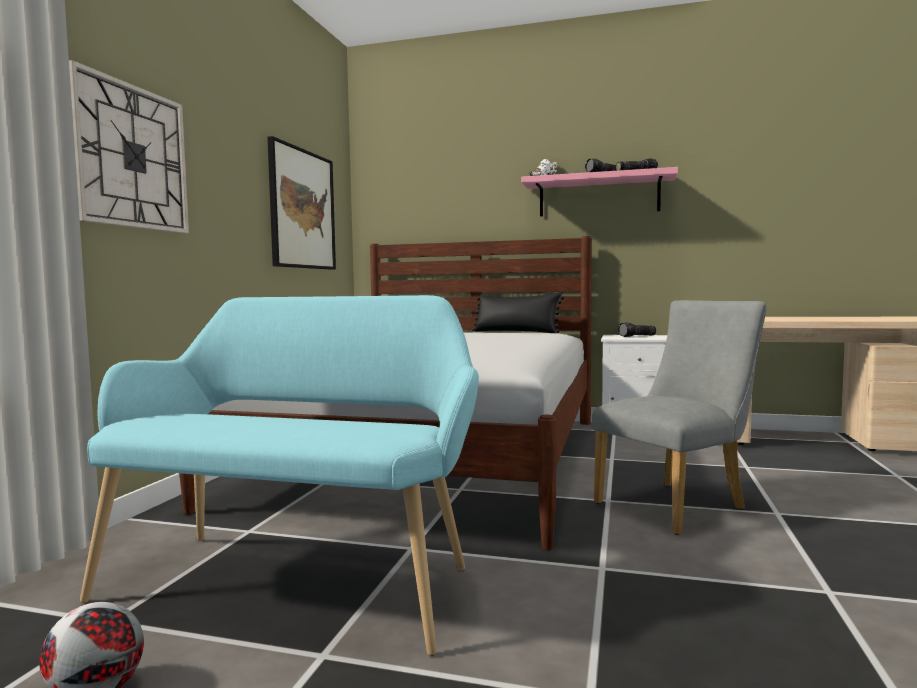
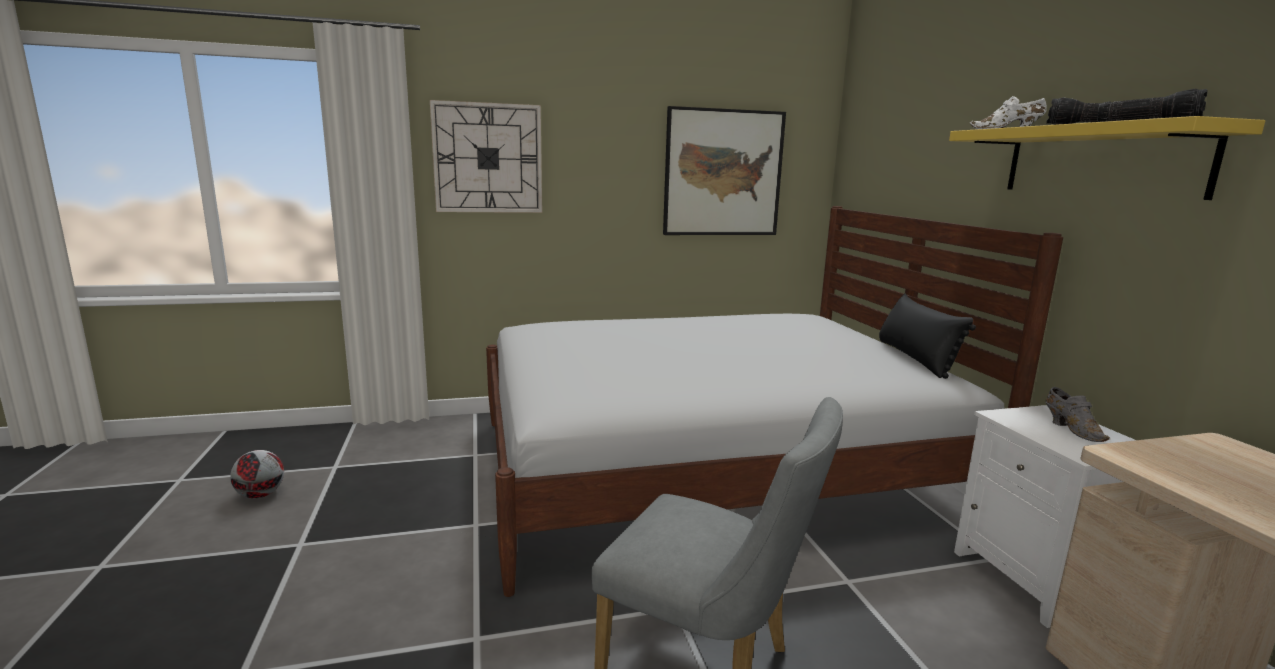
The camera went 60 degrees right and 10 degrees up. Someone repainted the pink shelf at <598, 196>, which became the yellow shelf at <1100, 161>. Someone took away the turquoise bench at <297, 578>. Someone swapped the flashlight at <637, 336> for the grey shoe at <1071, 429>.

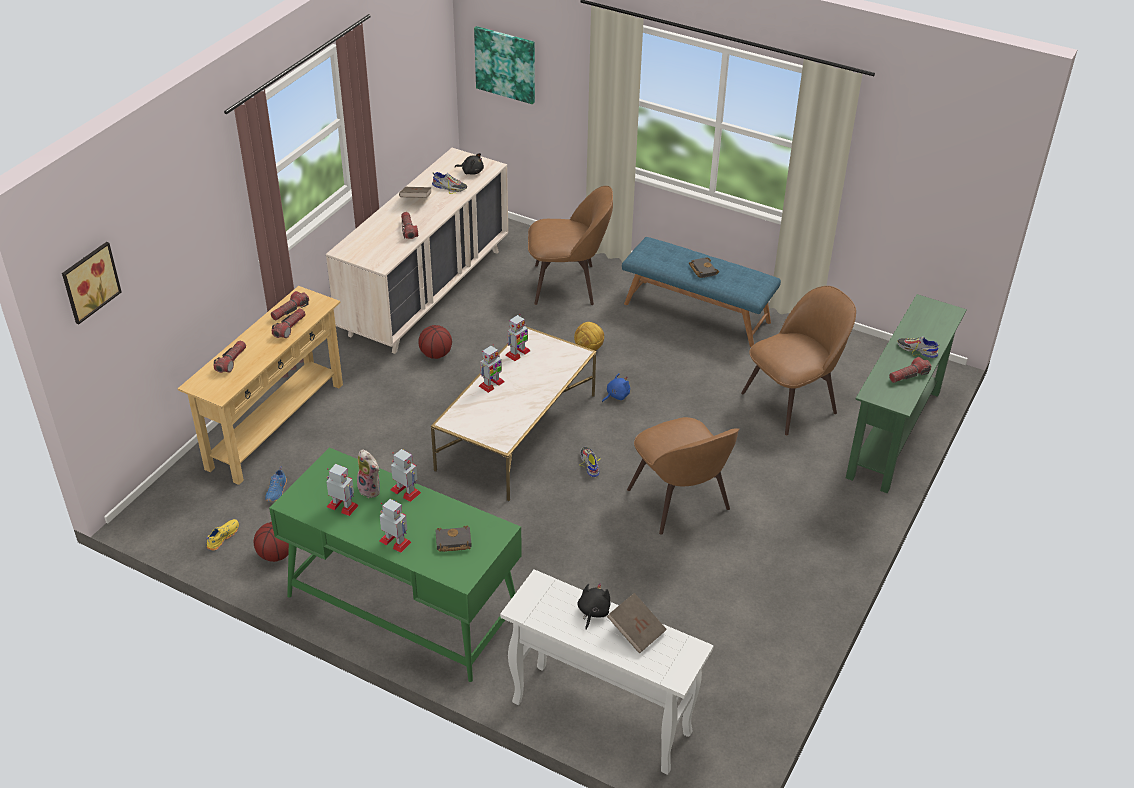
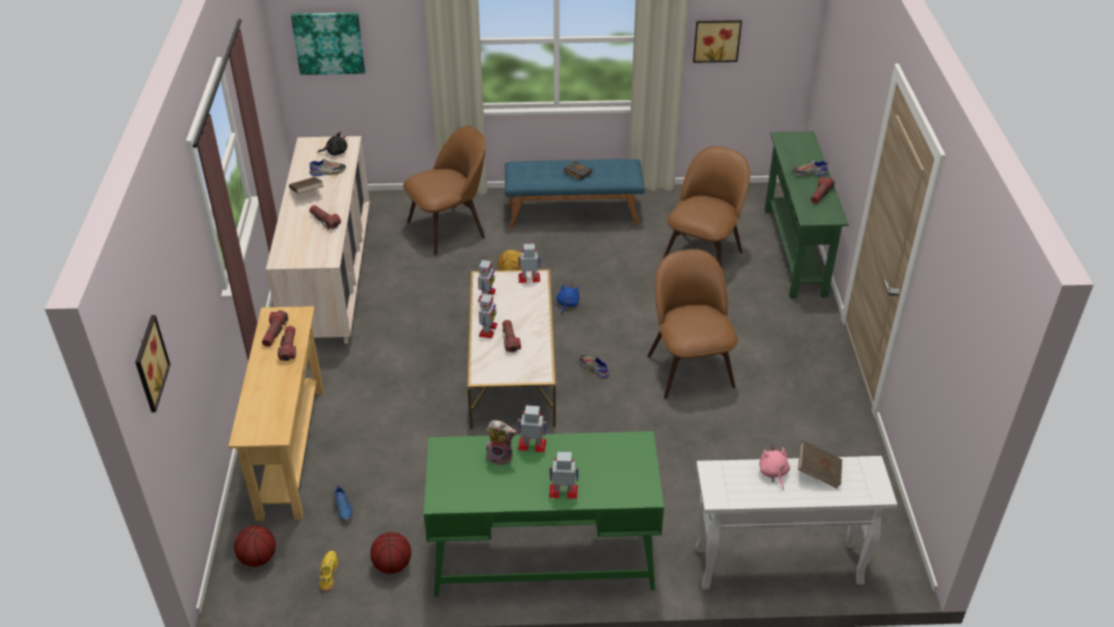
The camera went 30 degrees left and 0 degrees up. Someone carried the basketball from <436, 355> to <258, 558>. Someone carried the flashlight from <231, 361> to <510, 340>. Someone rotated the brown chair at <680, 502> by 135 degrees counterclockwise. Someone carried the toy robot from <343, 506> to <529, 278>. Someone took away the black book at <452, 542>. Someone repainted the black plush toy at <593, 612>, which became the pink plush toy at <773, 473>. Someone put up the picture at <716, 40>.

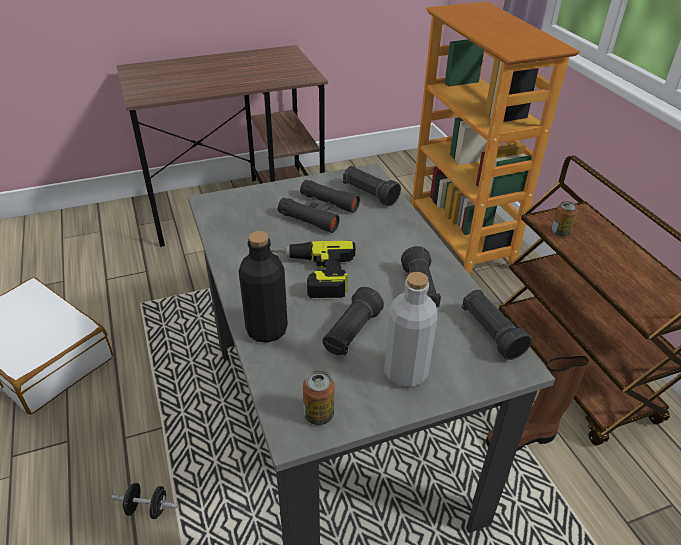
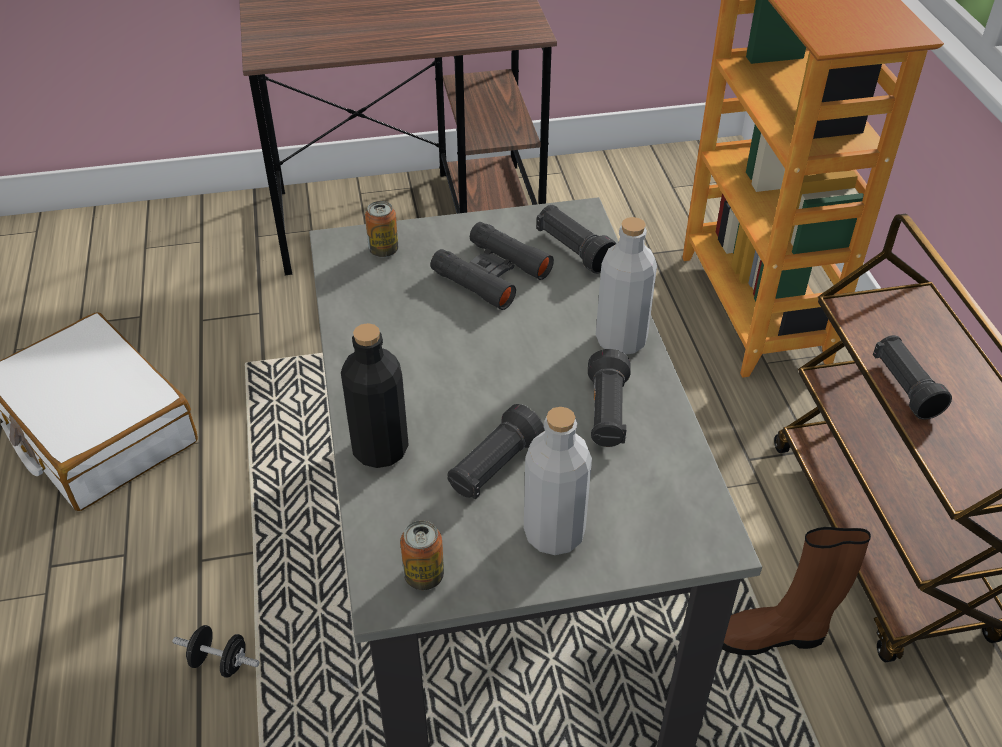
The camera went 10 degrees right and 5 degrees up. Someone carried the can from <559, 232> to <383, 250>. Someone took away the power drill at <304, 274>. Someone carried the black flashlight from <491, 333> to <904, 387>. Someone put down the grey bottle at <621, 340>.

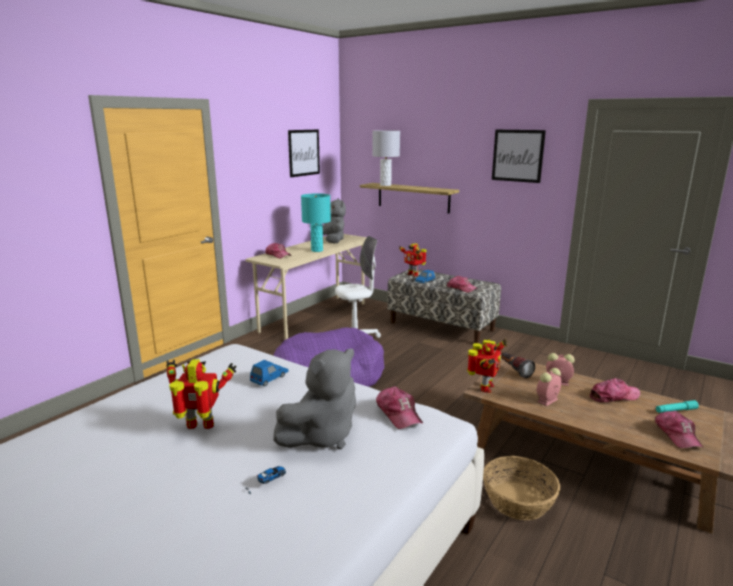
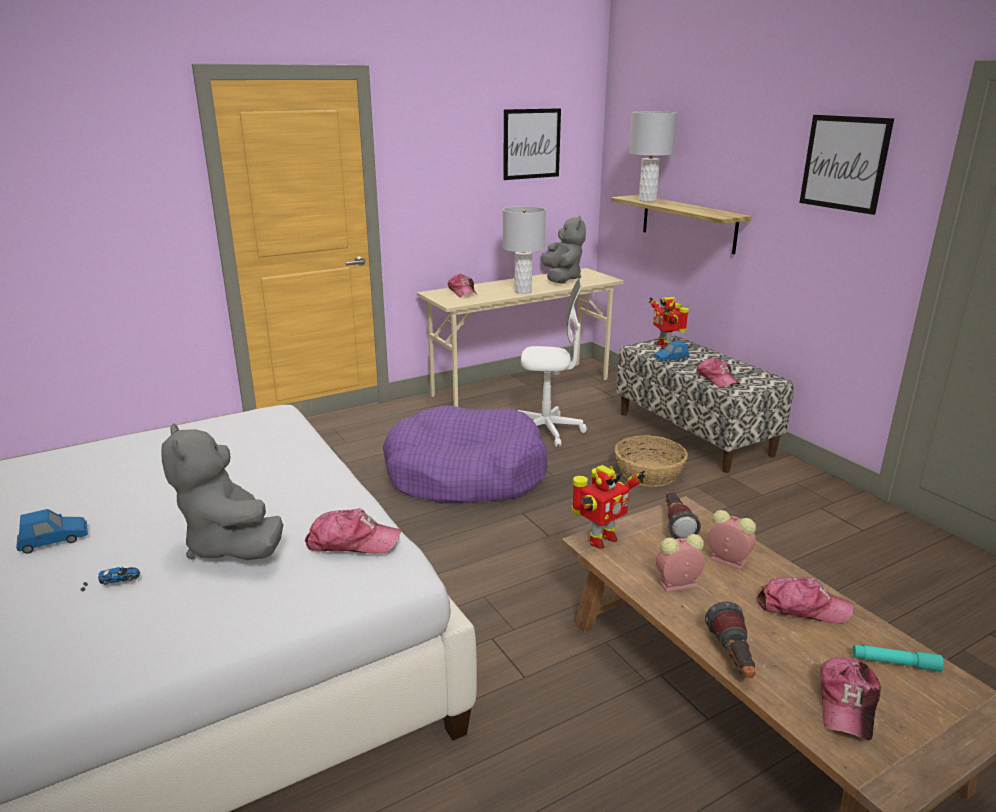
The camera went 25 degrees right and 5 degrees up. Someone repainted the turquoise table lamp at <317, 250>, which became the grey table lamp at <522, 291>. Someone rotated the grey plush toy at <321, 436> by 75 degrees clockwise. Someone took away the toy robot at <201, 427>. Someone carried the blue toy car from <269, 378> to <54, 540>. Someone rotated the cap at <398, 413> by 90 degrees counterclockwise. Someone carried the basket from <518, 500> to <649, 473>. Someone put down the flashlight at <732, 659>.

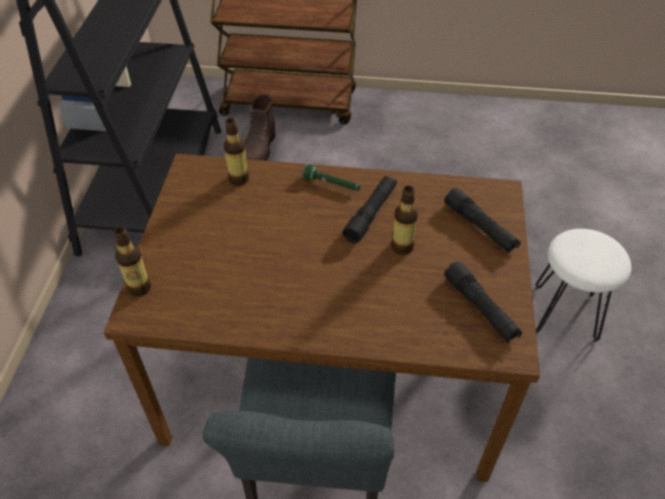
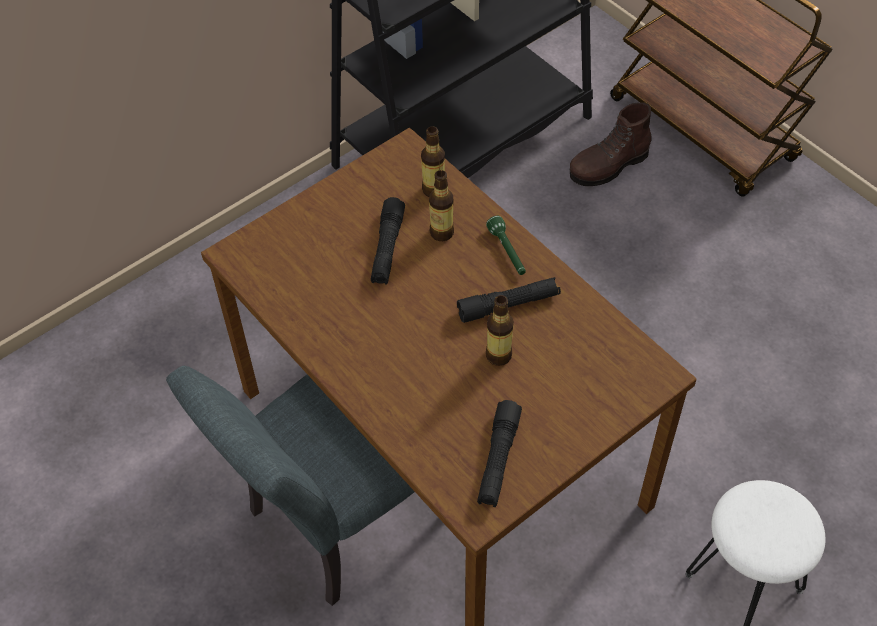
The camera went 45 degrees right and 5 degrees up. Someone carried the black flashlight from <480, 227> to <387, 248>. Someone carried the bottle from <139, 287> to <442, 233>.

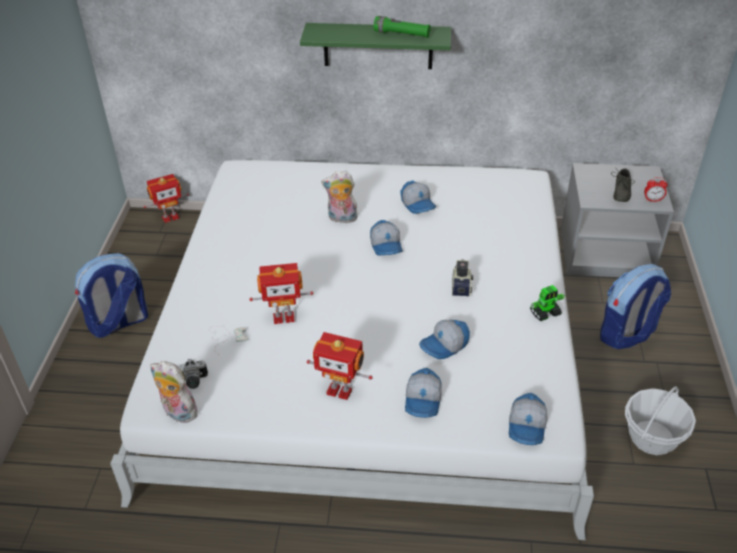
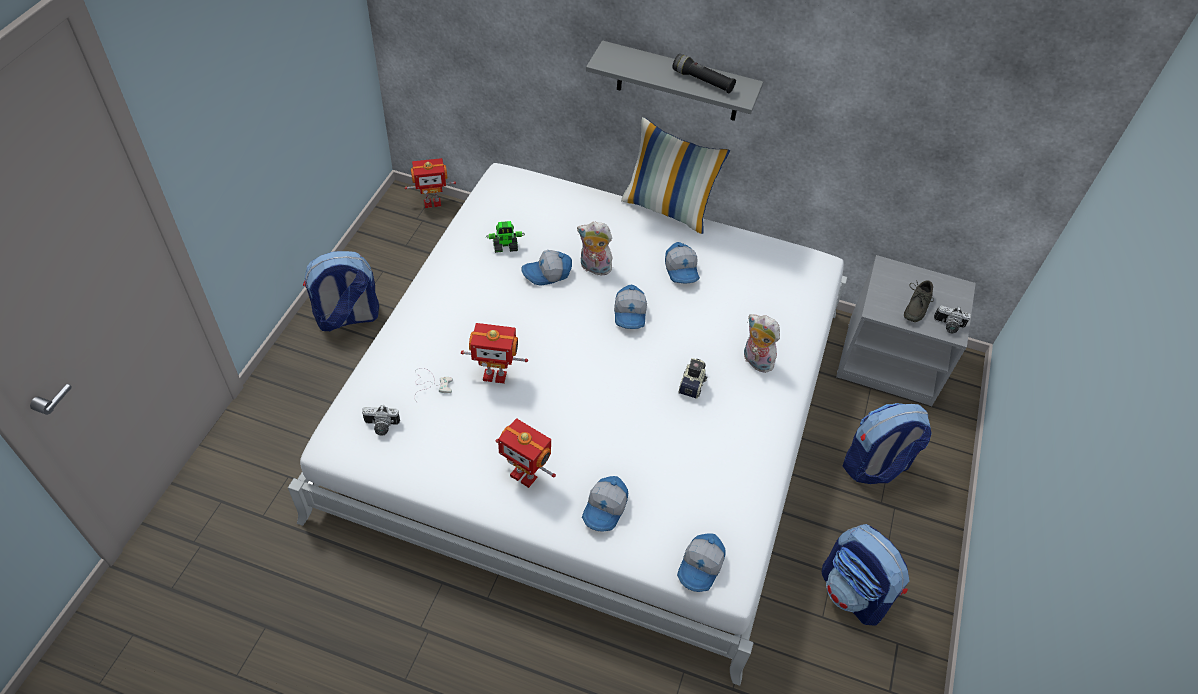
The camera went 10 degrees right and 10 degrees up. Someone repainted the green flashlight at <401, 34>, which became the black flashlight at <702, 81>. Someone repainted the green shelf at <378, 46>, which became the grey shelf at <678, 82>. Someone swapped the alarm clock at <652, 200> for the photo camera at <948, 326>. Someone carried the toy robot from <545, 313> to <505, 246>. Someone carried the cap from <445, 345> to <547, 274>. Someone carried the plush toy from <177, 413> to <755, 361>. Someone swapped the basket at <652, 437> for the backpack at <854, 593>. Someone put down the pillow at <668, 208>.

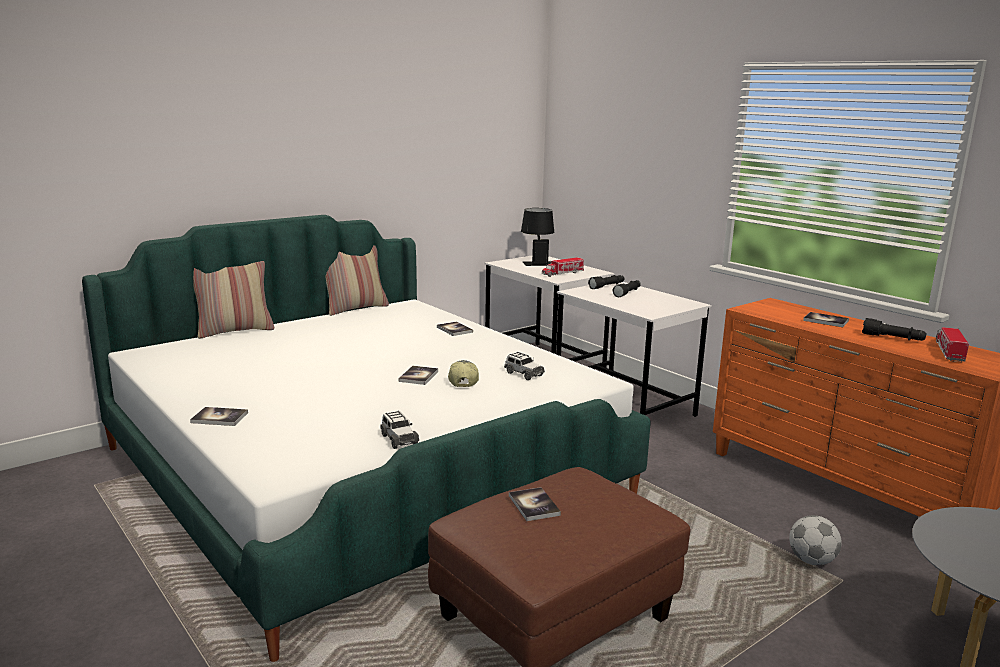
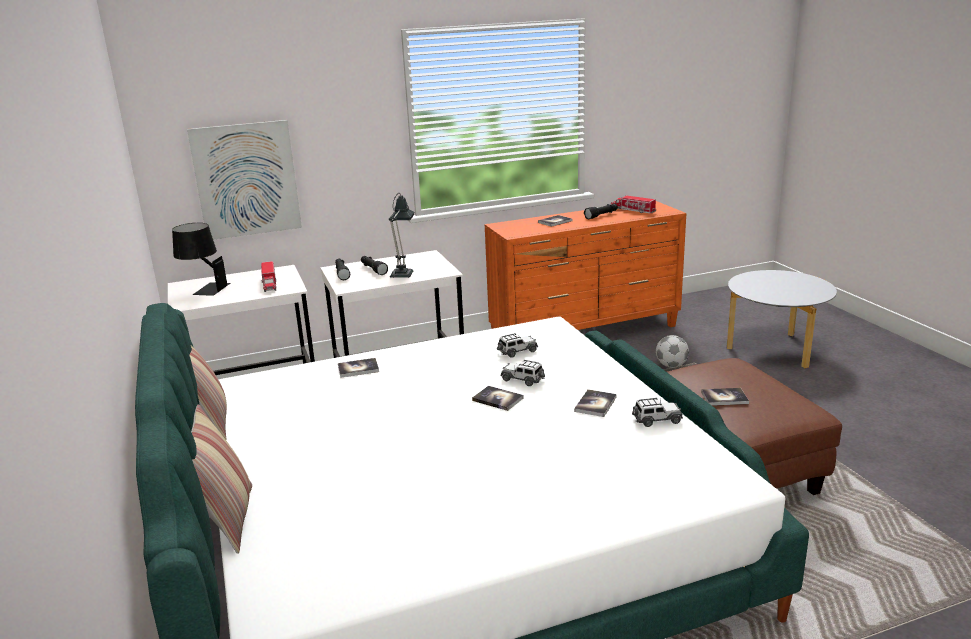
The camera went 70 degrees left and 5 degrees up. Someone swapped the cap at <462, 381> for the toy car at <523, 379>. Someone carried the book from <219, 418> to <595, 404>. Someone put up the picture at <246, 180>. Someone put down the table lamp at <403, 273>.

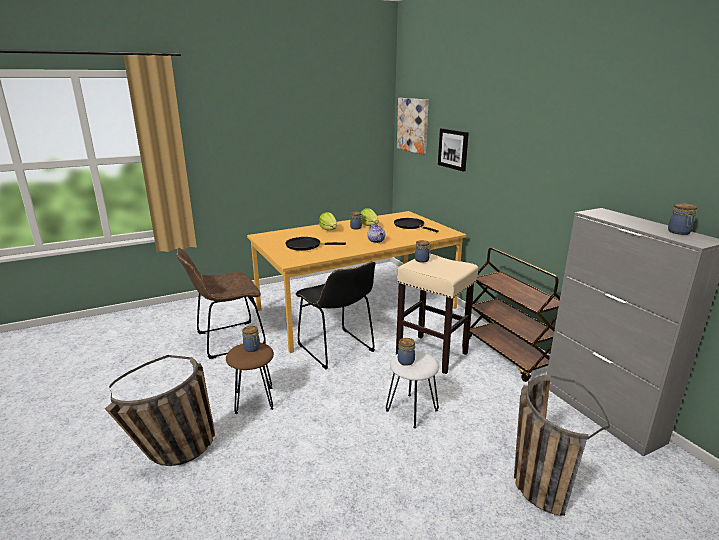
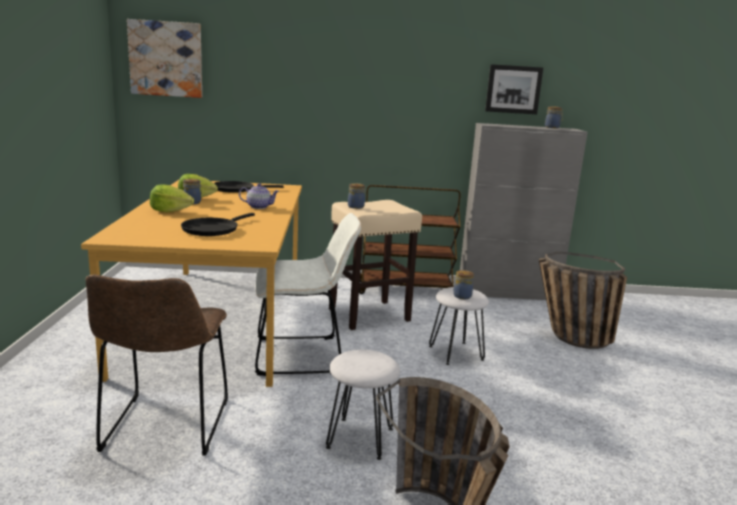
The camera went 65 degrees left and 5 degrees down. Someone carried the picture from <453, 149> to <513, 89>. Someone repainted the black chair at <337, 350>, which became the white chair at <303, 355>. Someone took away the jar at <252, 348>. Someone repainted the brown stool at <254, 400>, which became the white stool at <360, 437>.

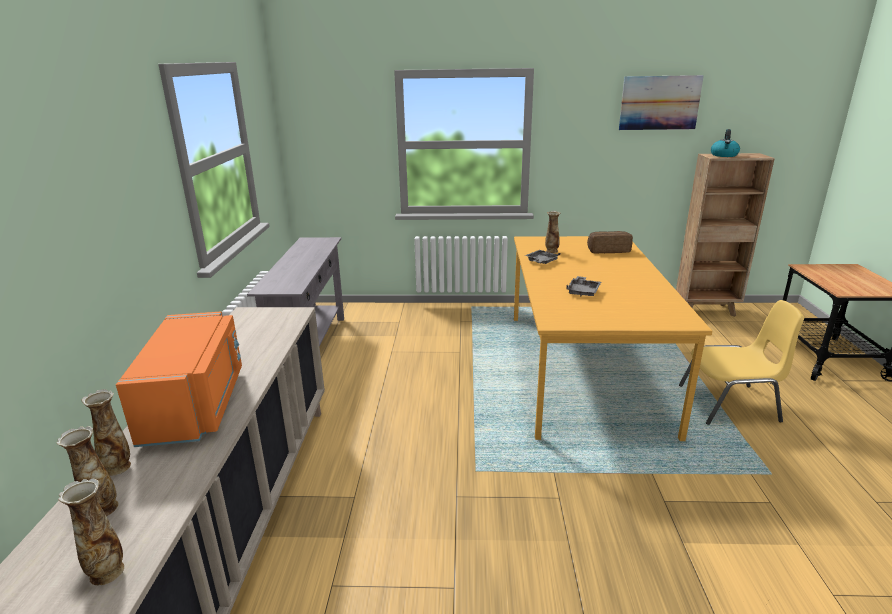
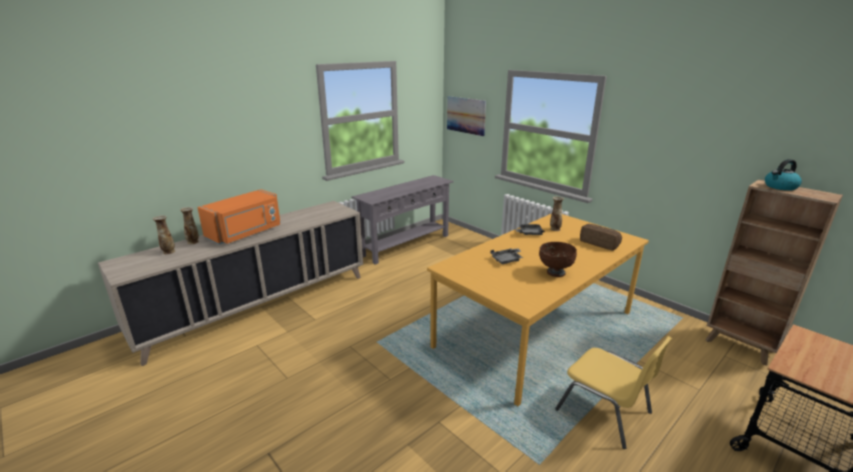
The camera went 45 degrees right and 0 degrees up. Someone carried the picture from <659, 103> to <466, 115>. Someone took away the vase at <107, 571>. Someone put down the brown bowl at <555, 272>.

